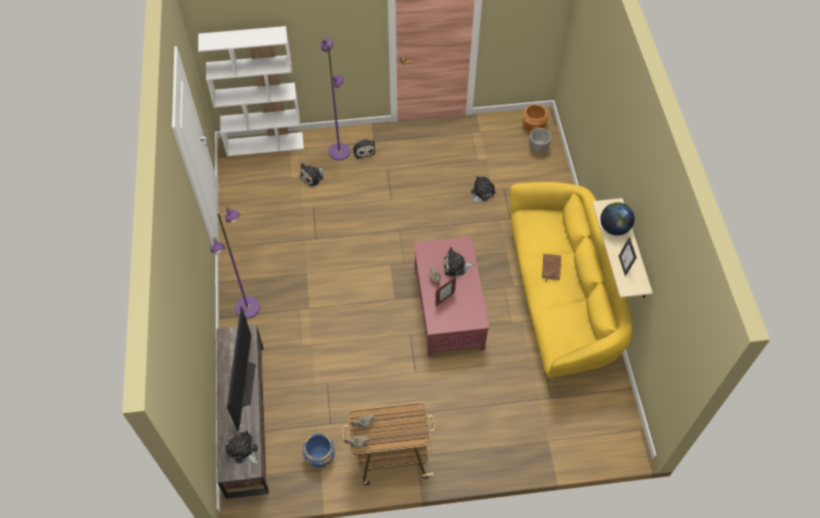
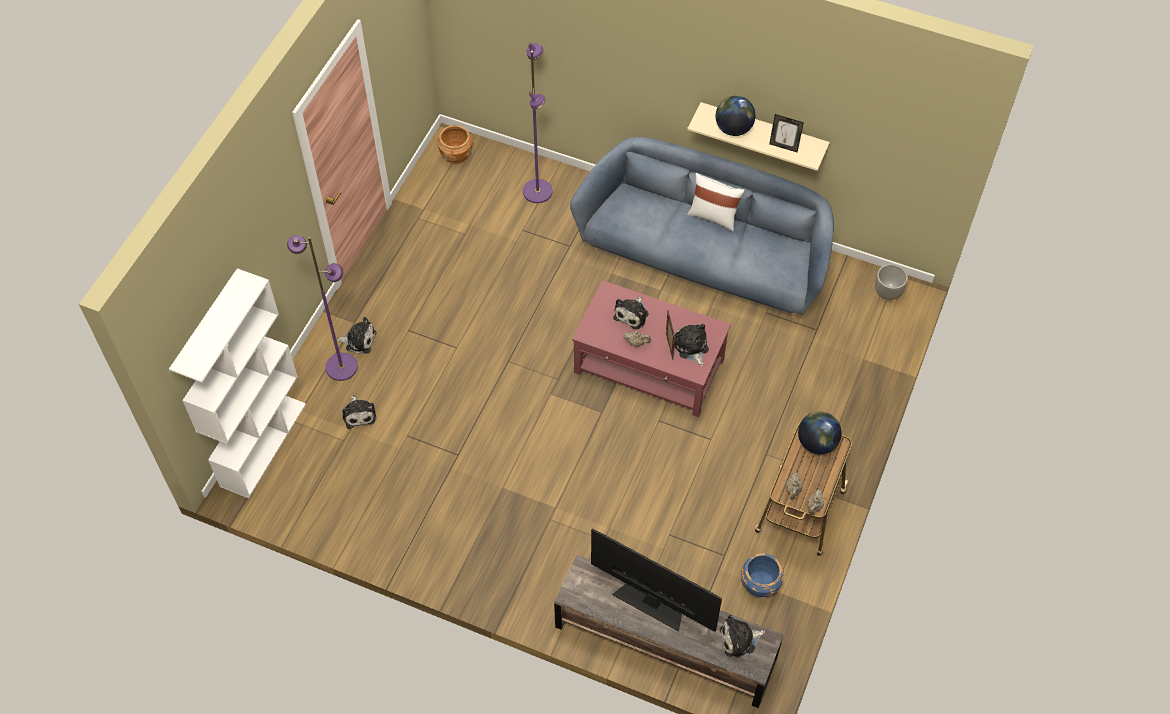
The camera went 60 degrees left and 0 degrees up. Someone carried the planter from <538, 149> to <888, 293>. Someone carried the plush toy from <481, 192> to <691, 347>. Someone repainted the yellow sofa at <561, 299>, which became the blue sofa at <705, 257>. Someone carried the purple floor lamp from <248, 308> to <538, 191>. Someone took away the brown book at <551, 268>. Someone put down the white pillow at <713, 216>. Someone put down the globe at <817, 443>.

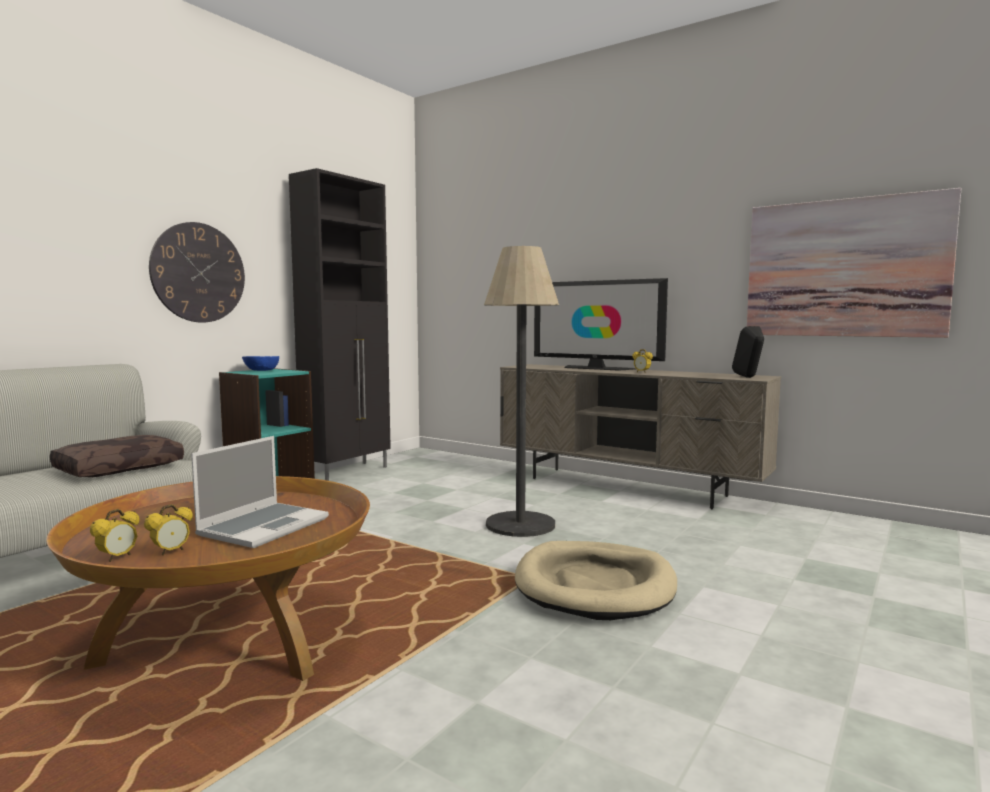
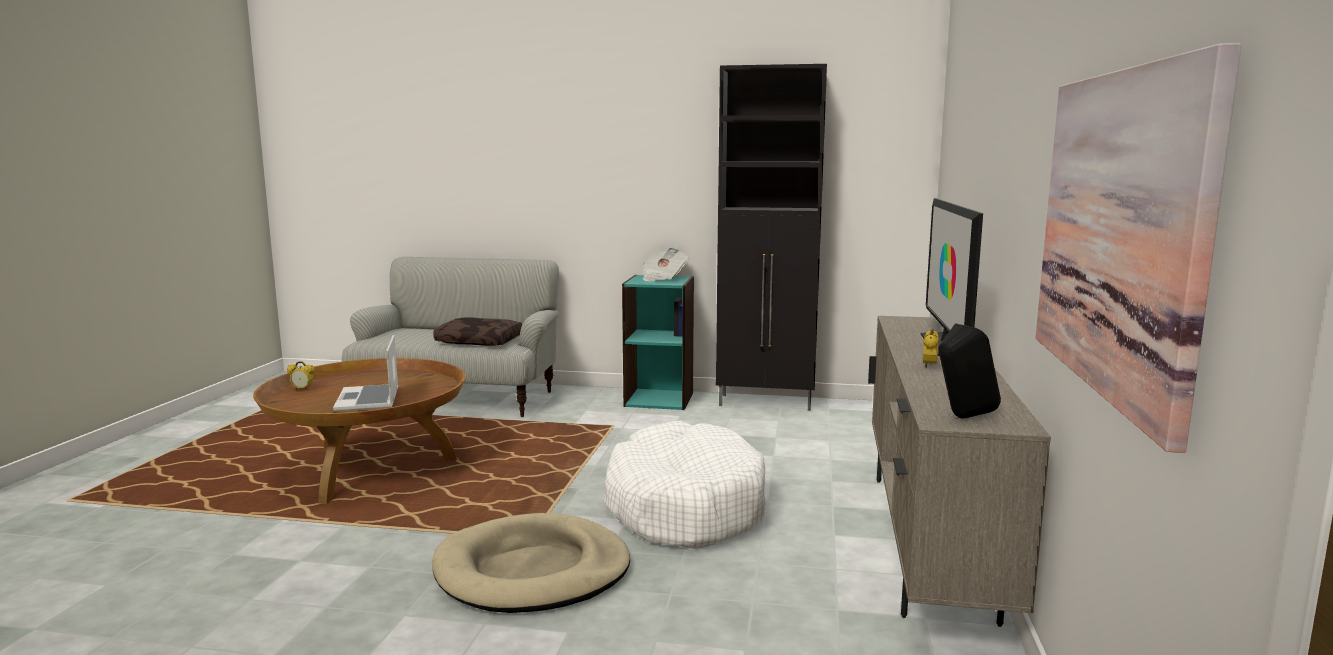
The camera went 65 degrees right and 5 degrees up. Someone took away the wall clock at <198, 273>. Someone swapped the floor lamp at <520, 524> for the white dog bed at <684, 507>. Someone swapped the blue bowl at <261, 370> for the newspaper at <663, 278>. Someone rotated the laptop at <264, 526> by 75 degrees clockwise. Someone took away the alarm clock at <171, 551>.

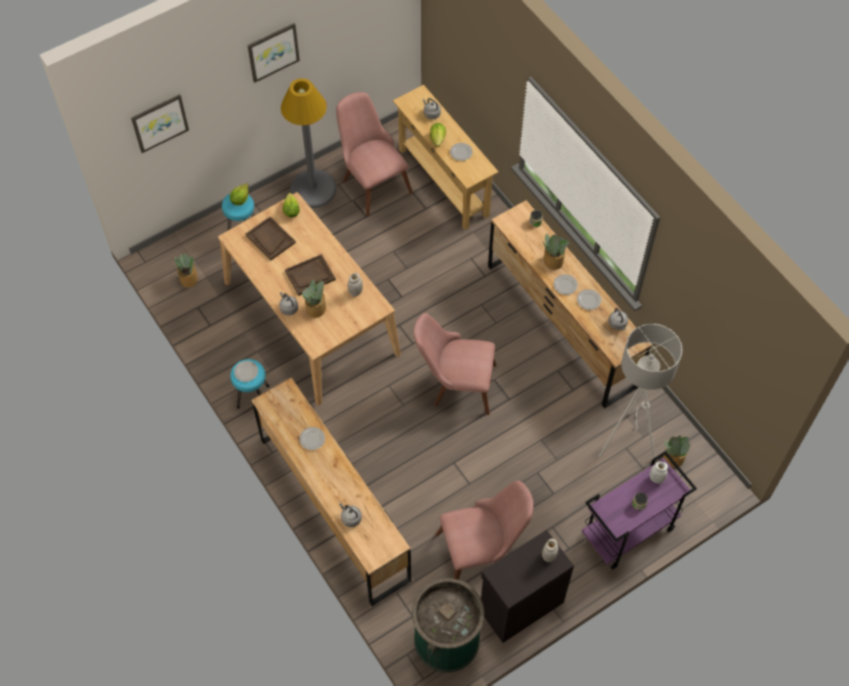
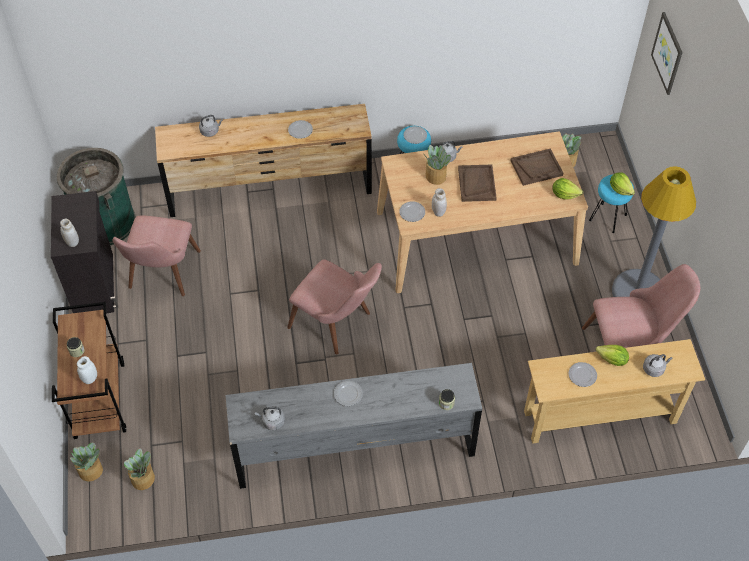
The camera went 115 degrees right and 5 degrees down. Someone took away the picture at <273, 52>. Someone repainted the brown dresser at <560, 325>, which became the grey dresser at <354, 449>. Someone carried the potted plant from <553, 261> to <91, 471>. Someone carried the plate from <588, 300> to <412, 212>. Someone rotated the pink chair at <455, 384> by 90 degrees clockwise. Someone took away the white floor lamp at <627, 438>. Someone repainted the purple cart at <628, 532>, which became the brown cart at <99, 399>.

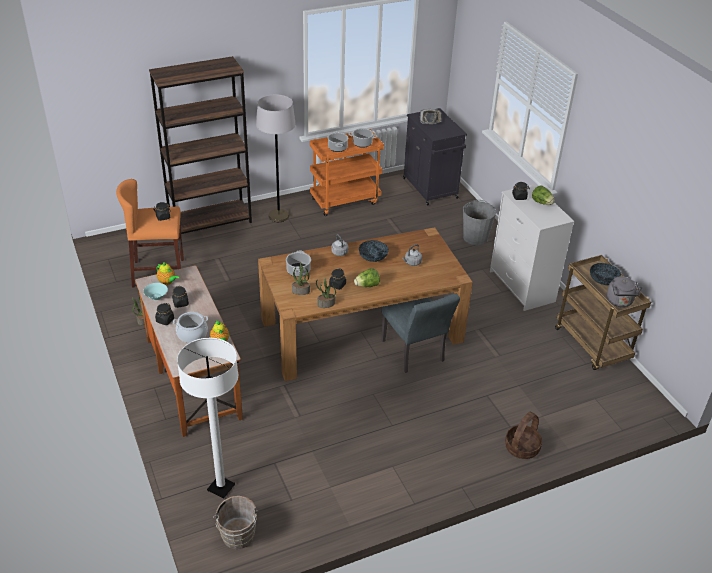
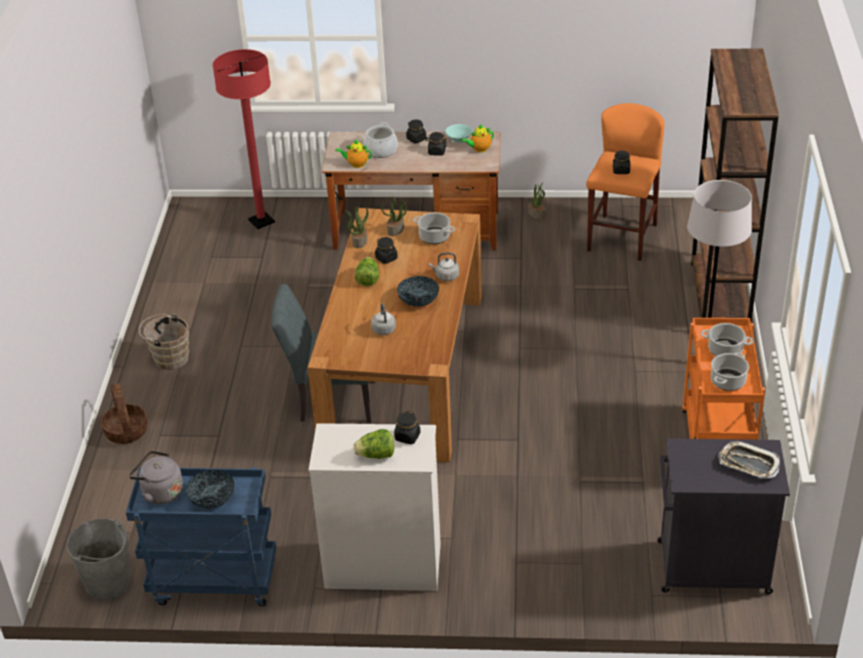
The camera went 120 degrees right and 0 degrees up. Someone carried the grey bucket from <475, 237> to <108, 581>. Someone repainted the brown cart at <593, 345>, which became the blue cart at <212, 582>. Someone repainted the white floor lamp at <221, 487>, which became the red floor lamp at <261, 221>. Someone carried the brown bucket from <238, 538> to <169, 358>.

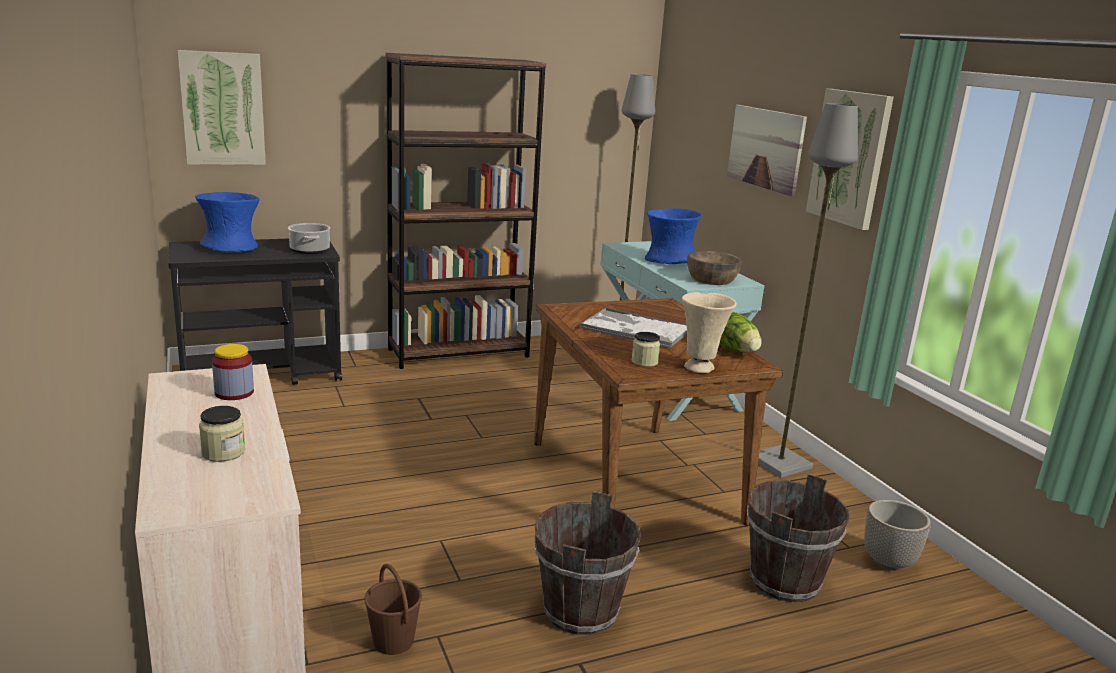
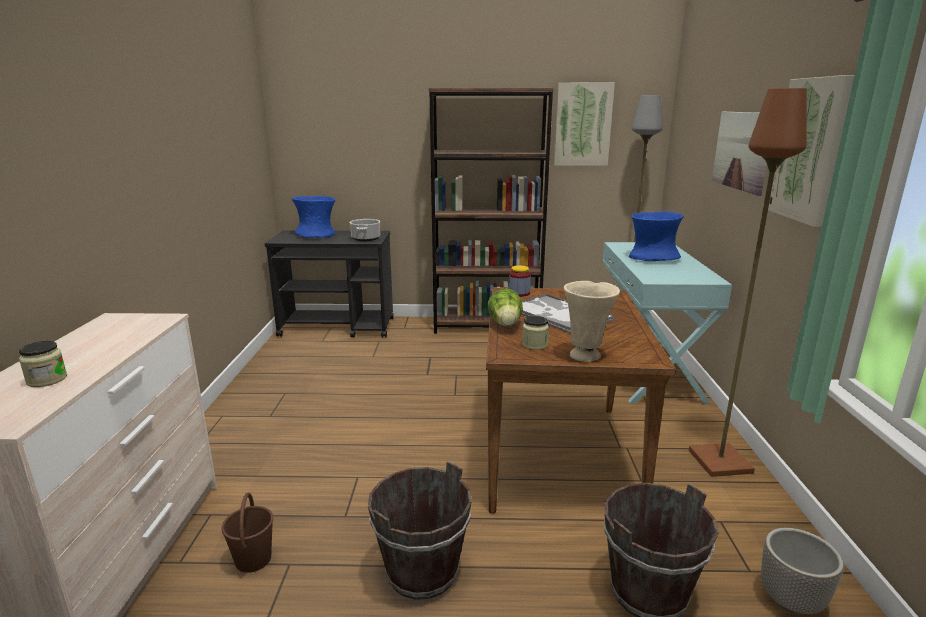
The camera went 25 degrees right and 0 degrees up. Someone carried the picture from <222, 108> to <582, 124>. Someone repainted the grey floor lamp at <781, 463>, which became the brown floor lamp at <721, 462>. Someone took away the brown bowl at <712, 279>. Someone carried the lettuce from <737, 351> to <505, 325>. Someone carried the jar from <234, 393> to <519, 293>.

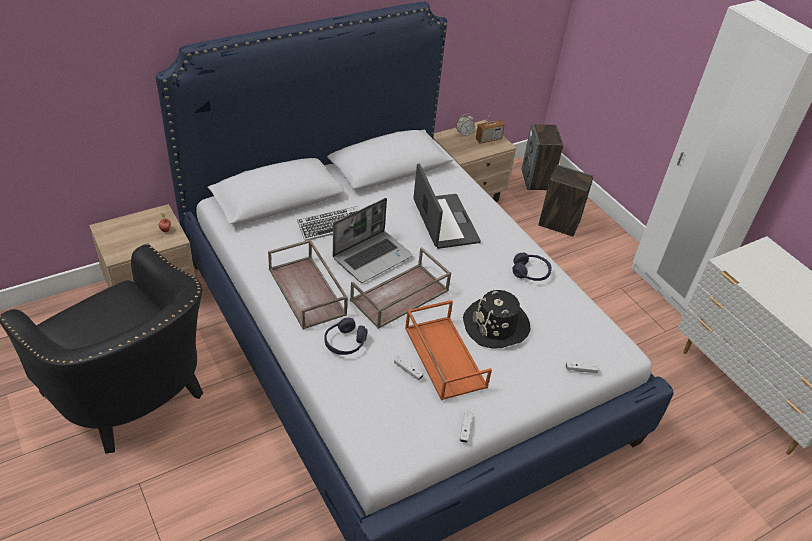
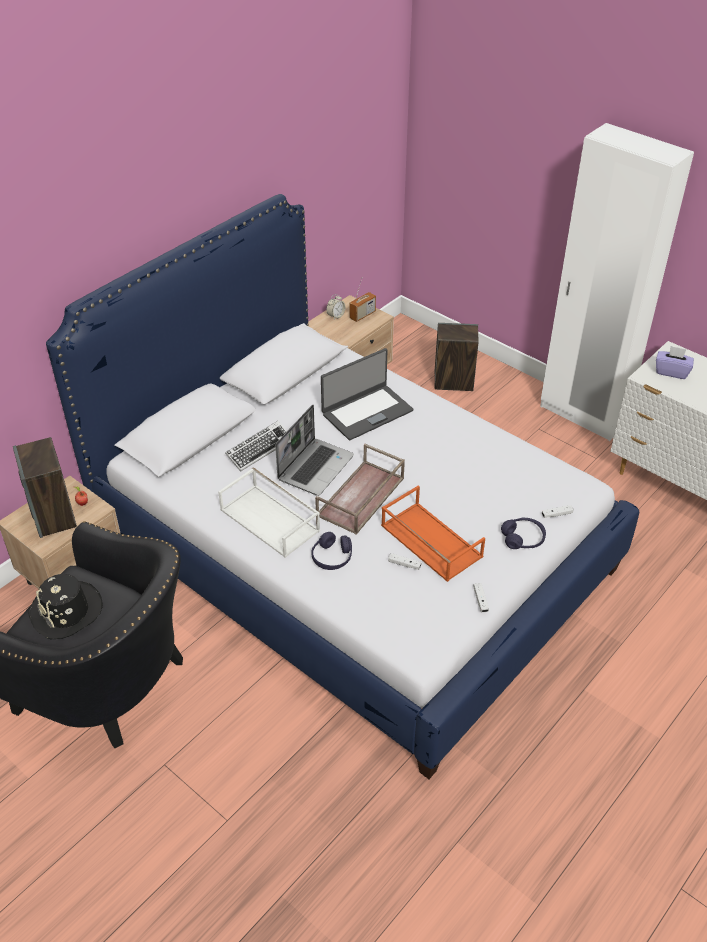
The camera went 15 degrees left and 0 degrees up. Someone carried the speaker from <536, 180> to <54, 516>. Someone rotated the laptop at <444, 221> by 90 degrees clockwise. Someone repainted the brown tray at <308, 292>, which became the white tray at <271, 520>. Someone carried the purple headphones from <530, 272> to <523, 539>. Someone carried the black hat from <496, 325> to <66, 611>. Someone put down the purple tissue box at <671, 371>.

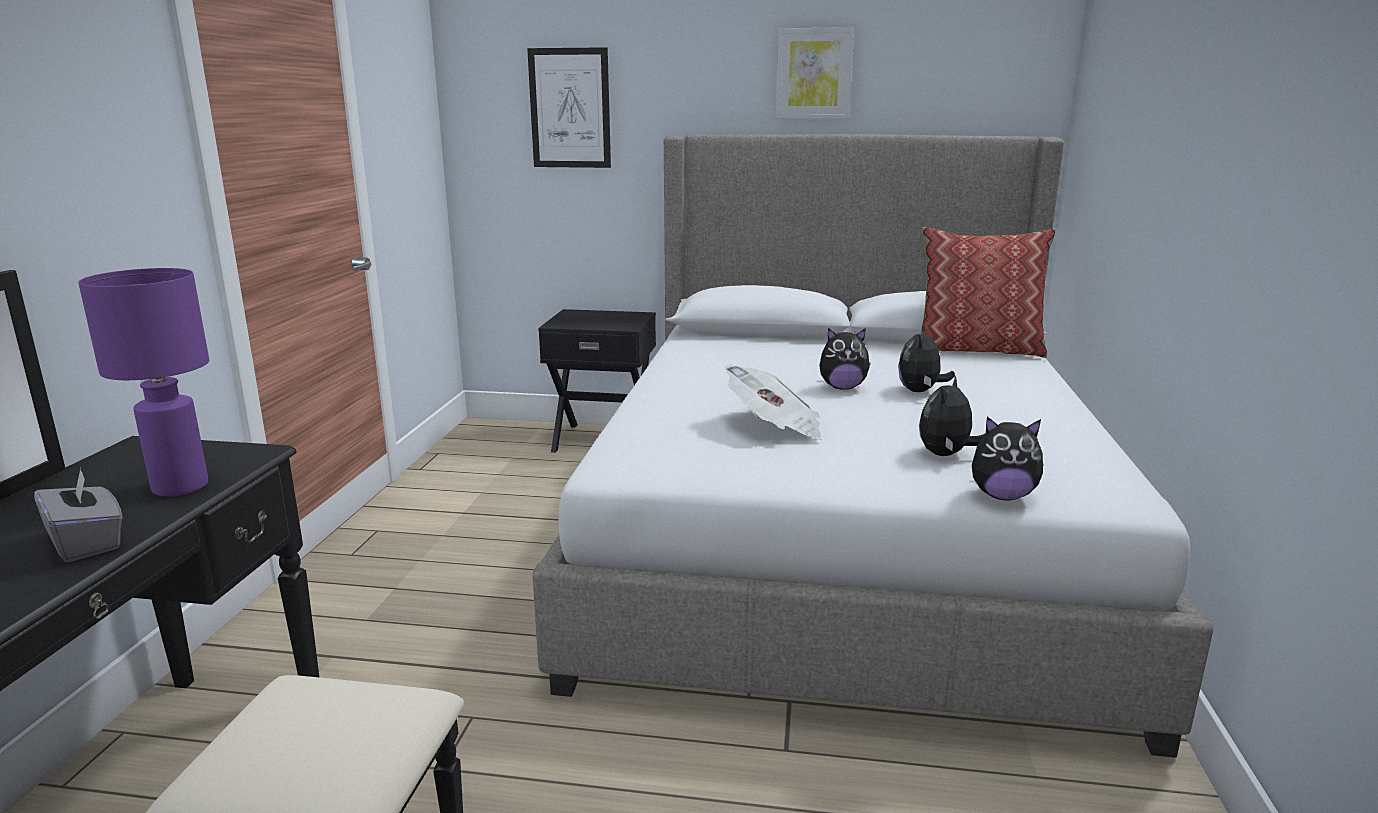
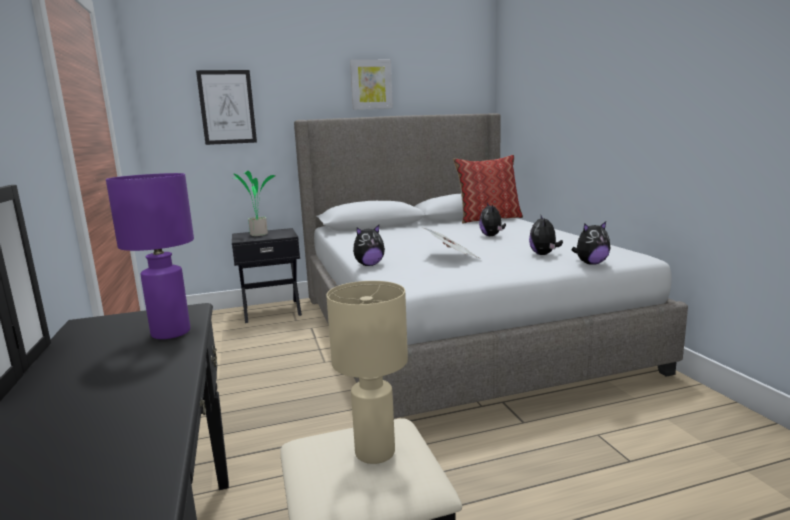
The camera went 25 degrees left and 5 degrees down. Someone carried the plush toy from <842, 387> to <369, 265>. Someone took away the grey tissue box at <87, 543>. Someone put down the potted plant at <257, 234>. Someone put down the beige table lamp at <376, 452>.

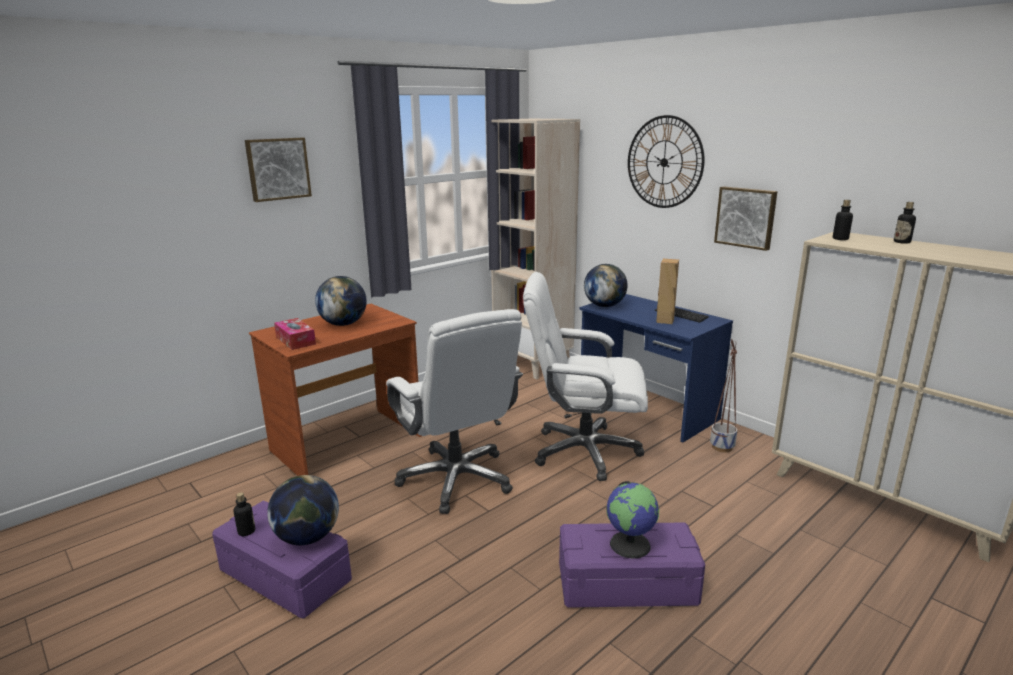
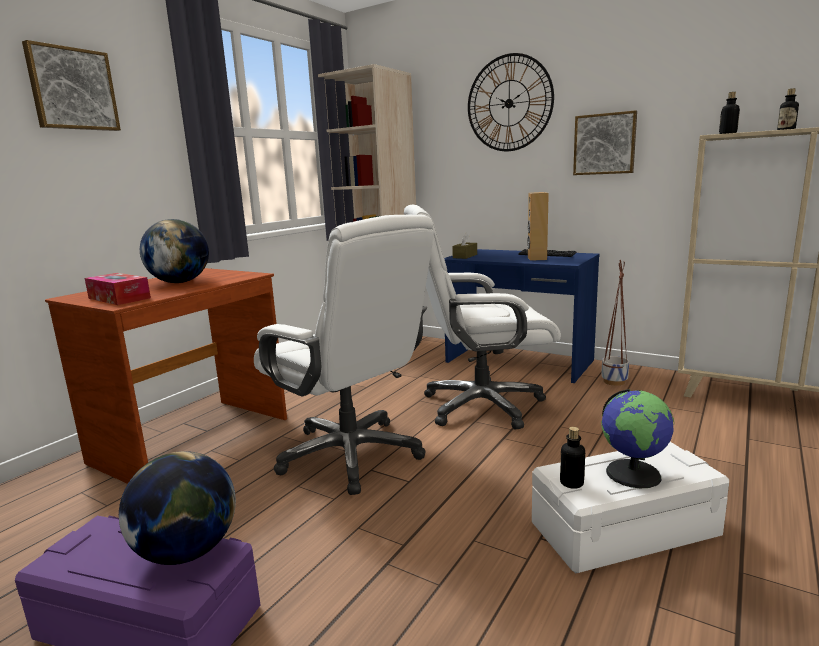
The camera went 15 degrees left and 5 degrees down. Someone swapped the globe at <604, 306> for the brown tissue box at <465, 256>. Someone carried the bottle from <246, 531> to <571, 483>. Someone repainted the purple storage box at <627, 583>, which became the white storage box at <624, 529>.

